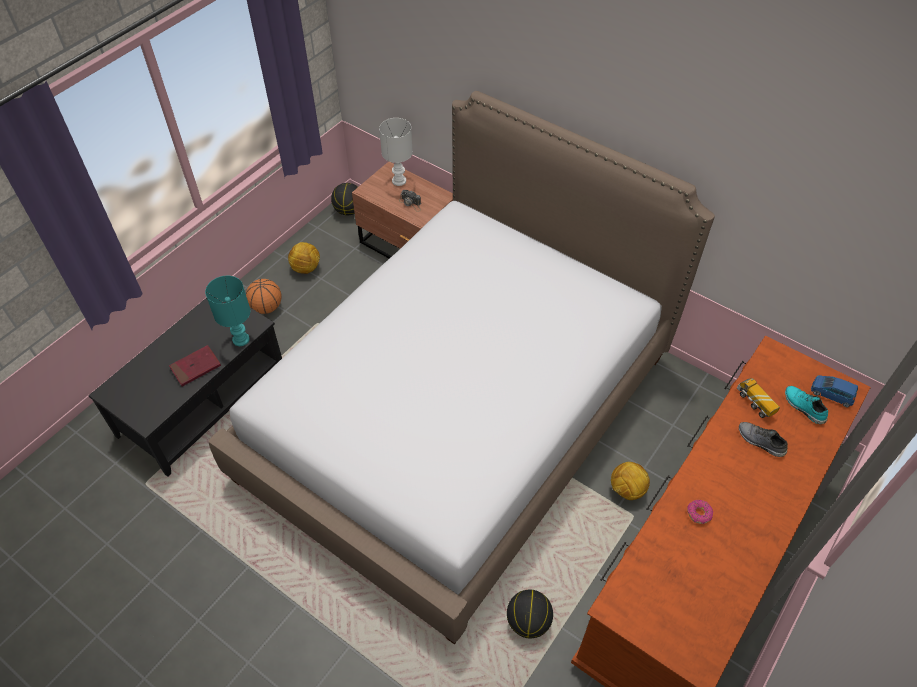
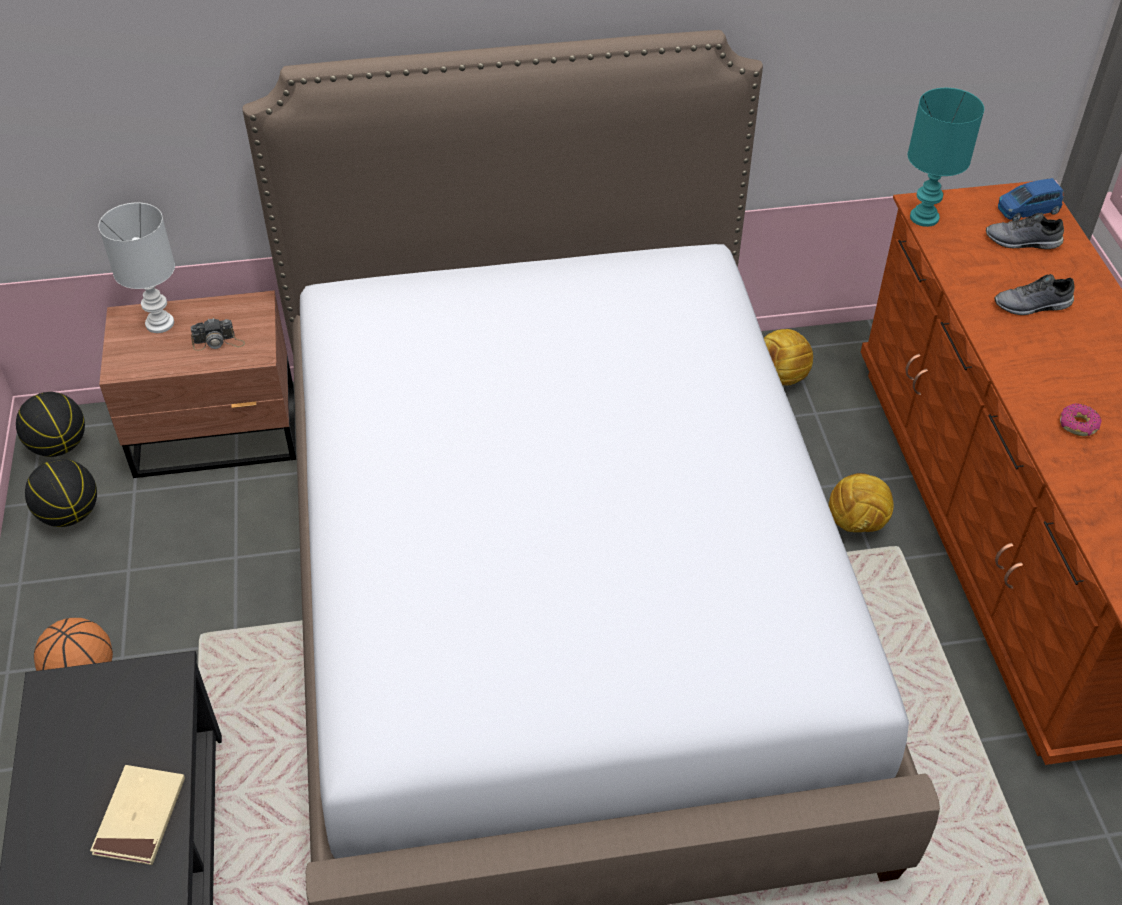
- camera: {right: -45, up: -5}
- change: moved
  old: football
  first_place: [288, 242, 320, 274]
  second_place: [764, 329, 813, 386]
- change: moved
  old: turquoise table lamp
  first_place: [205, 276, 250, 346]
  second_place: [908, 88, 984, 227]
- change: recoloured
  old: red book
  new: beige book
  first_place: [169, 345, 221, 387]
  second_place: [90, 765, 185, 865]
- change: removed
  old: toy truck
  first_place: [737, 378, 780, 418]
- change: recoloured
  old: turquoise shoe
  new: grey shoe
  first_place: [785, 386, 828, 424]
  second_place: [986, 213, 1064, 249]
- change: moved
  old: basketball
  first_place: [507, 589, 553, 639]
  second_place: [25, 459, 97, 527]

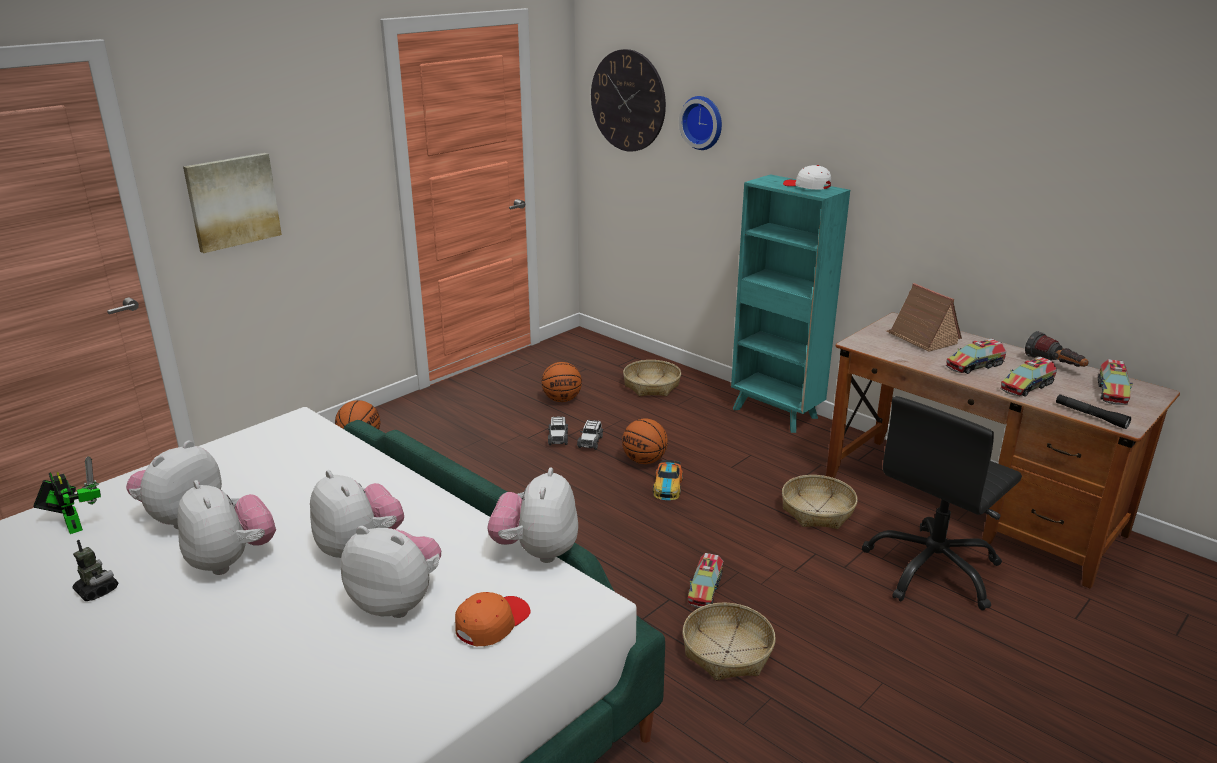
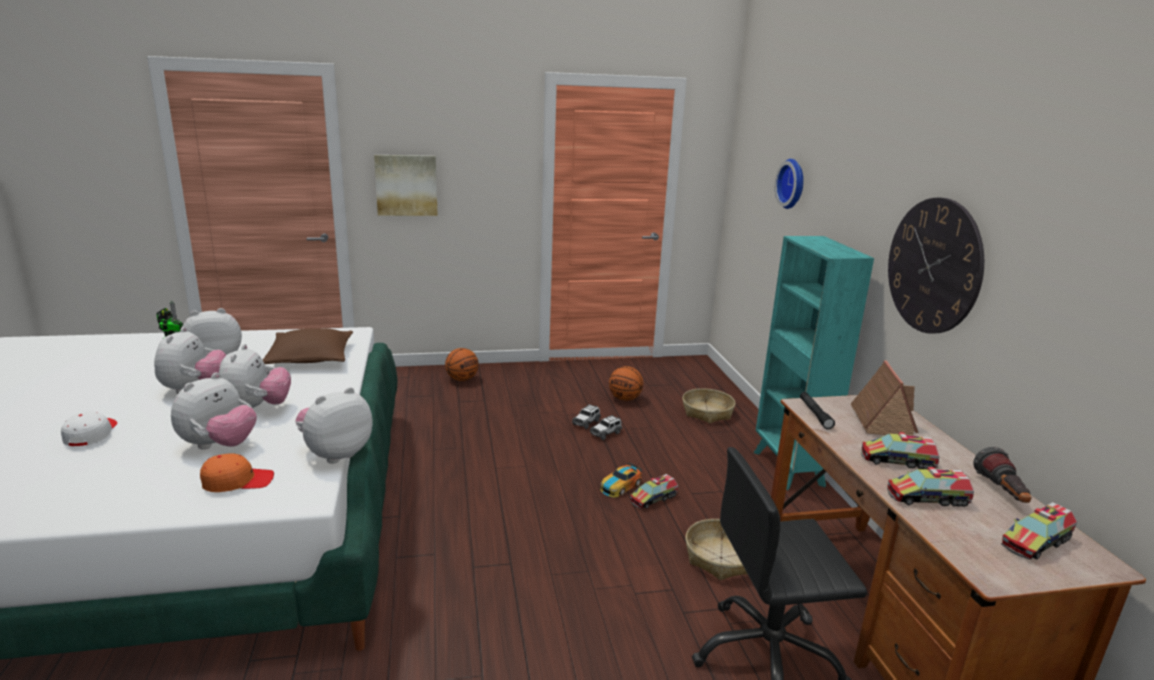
- camera: {right: 35, up: -5}
- change: moved
  old: wall clock
  first_place: [591, 49, 666, 152]
  second_place: [888, 198, 984, 334]
- change: moved
  old: white cap
  first_place: [783, 165, 831, 190]
  second_place: [61, 411, 117, 446]
- change: moved
  old: black flashlight
  first_place: [1056, 394, 1131, 429]
  second_place: [800, 392, 835, 429]
- change: removed
  old: basketball
  first_place: [622, 418, 668, 464]
- change: turned
  old: plush toy
  first_place: [341, 526, 441, 618]
  second_place: [171, 372, 257, 449]
  degrees: 60
- change: removed
  old: toy robot
  first_place: [72, 540, 118, 601]
- change: moved
  old: toy truck
  first_place: [688, 553, 723, 608]
  second_place: [630, 474, 678, 509]
- change: removed
  old: basket
  first_place: [682, 603, 776, 681]
- change: added
  new: brown pillow
  second_place: [263, 328, 353, 364]

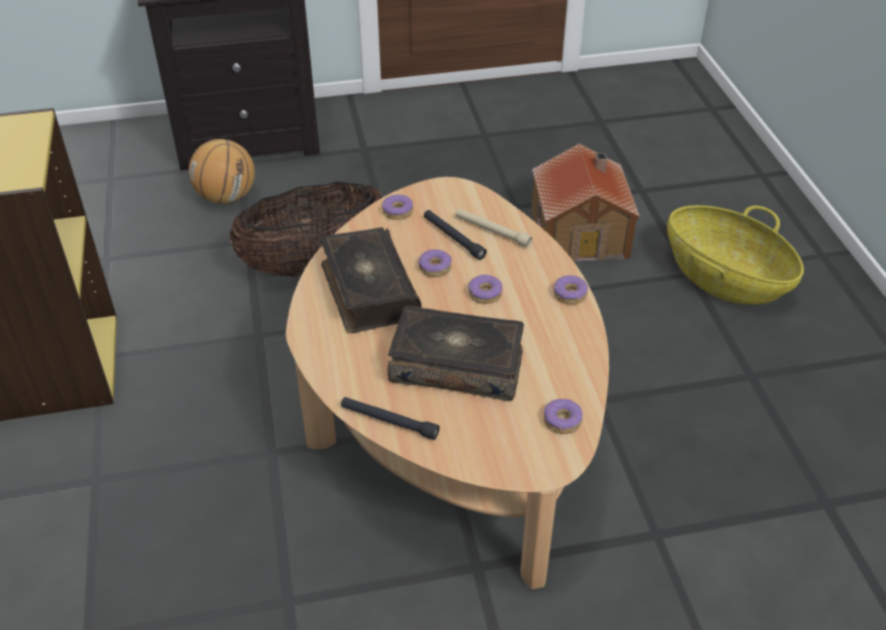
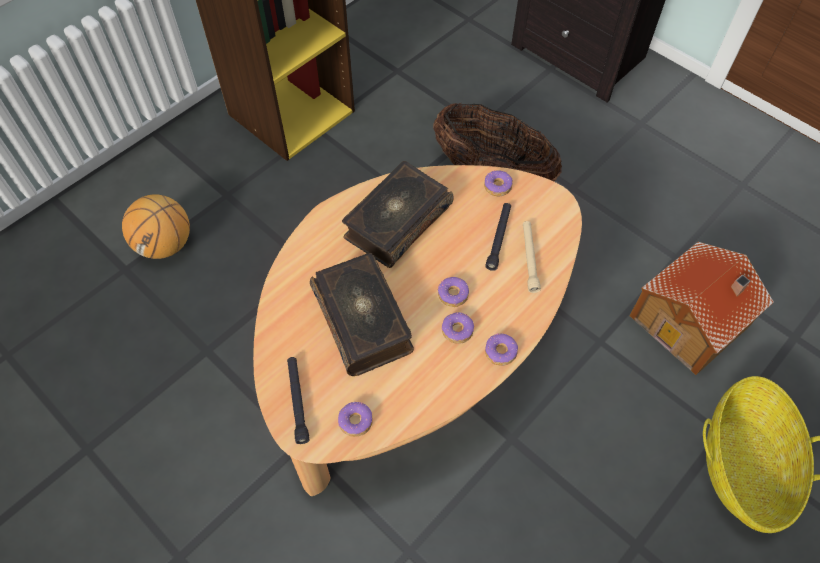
- camera: {right: 55, up: 15}
- change: moved
  old: basketball
  first_place: [189, 139, 255, 204]
  second_place: [122, 194, 190, 259]
- change: moved
  old: donut
  first_place: [419, 249, 452, 277]
  second_place: [441, 312, 474, 344]
- change: moved
  old: black flashlight
  first_place: [341, 397, 440, 440]
  second_place: [287, 357, 309, 444]

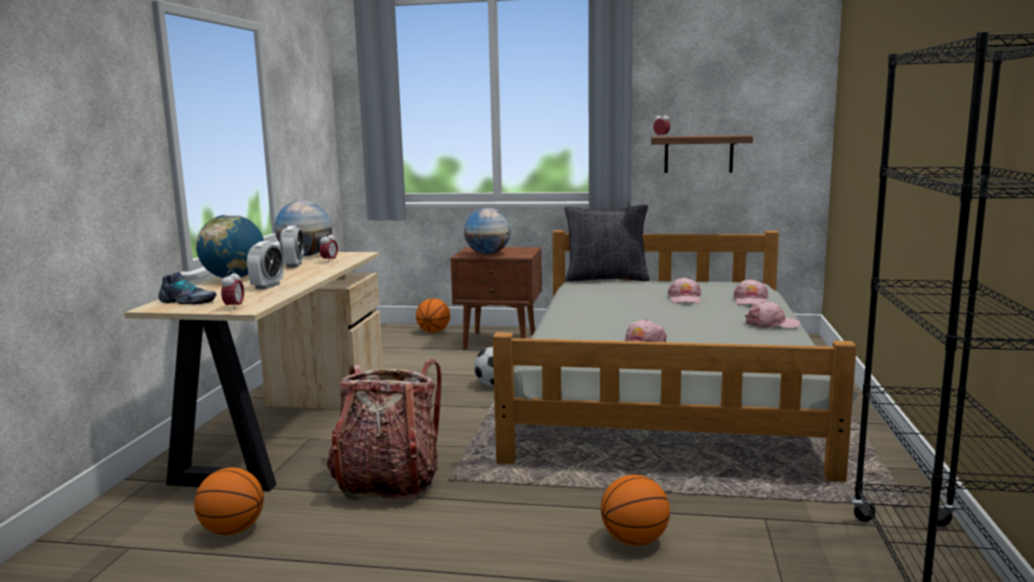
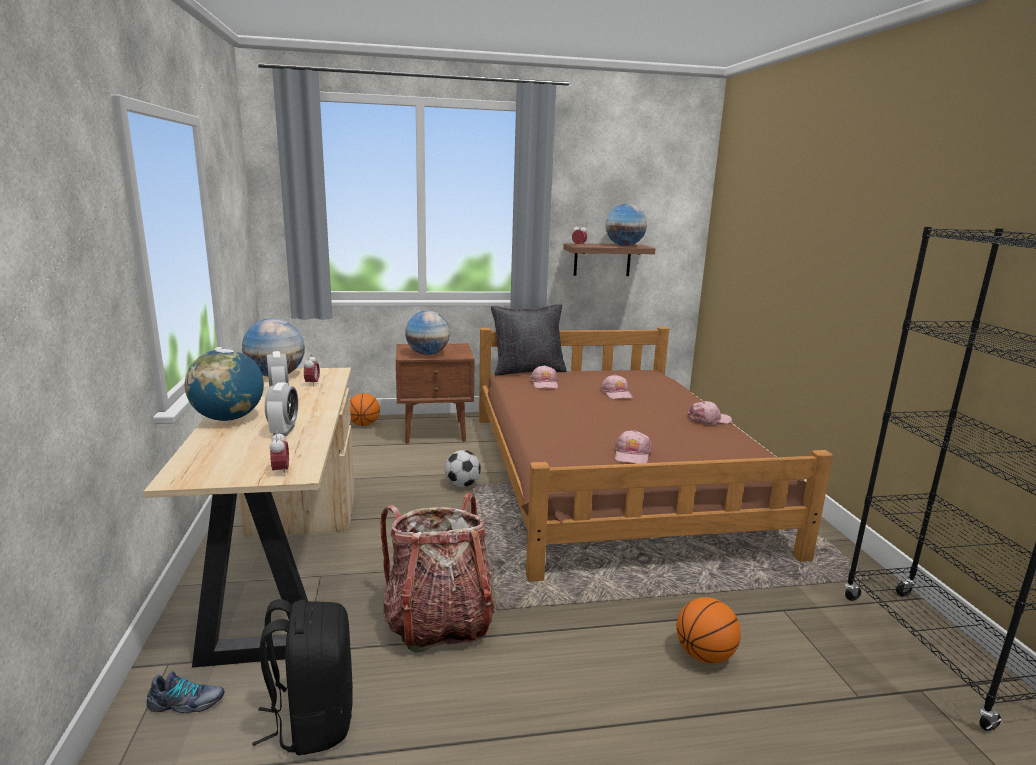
- camera: {right: -20, up: 5}
- change: recoloured
  old: grey bed
  new: brown bed
  first_place: [493, 230, 859, 482]
  second_place: [479, 327, 833, 582]
- change: moved
  old: shoe
  first_place: [159, 272, 217, 304]
  second_place: [147, 671, 225, 713]
- change: moved
  old: pink cap
  first_place: [733, 279, 768, 305]
  second_place: [530, 365, 558, 389]
- change: replaced
  old: basketball
  new: black backpack
  first_place: [194, 467, 264, 535]
  second_place: [252, 599, 353, 755]
- change: added
  new: globe
  second_place: [606, 203, 647, 246]

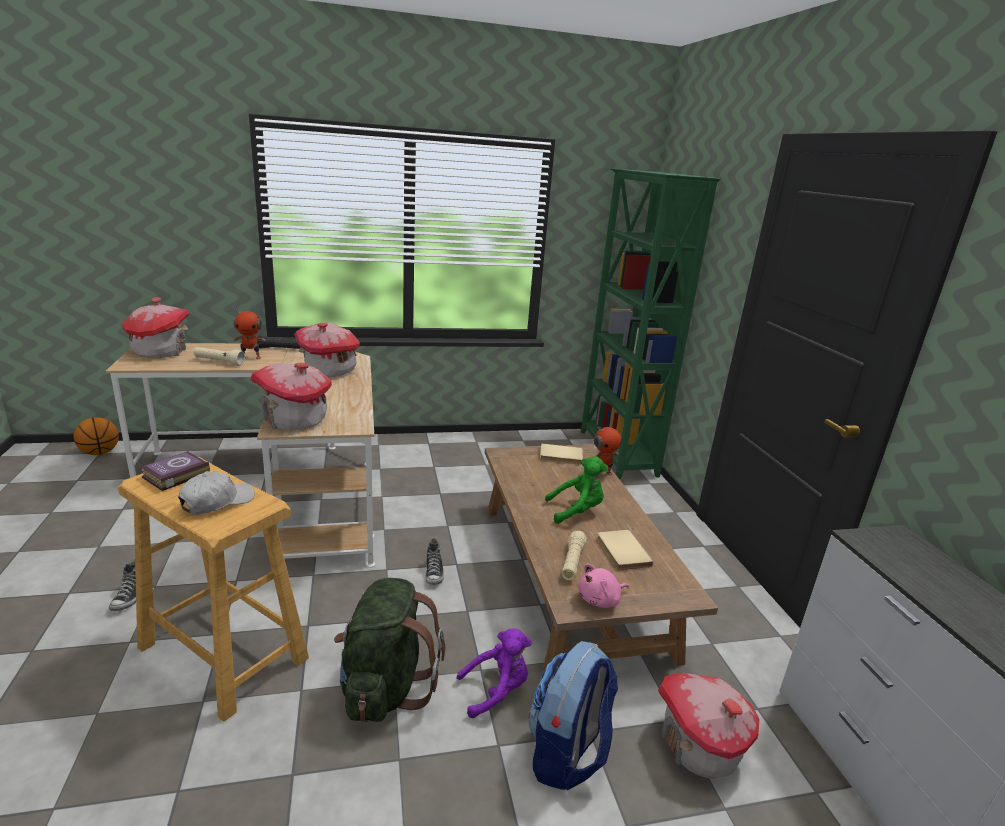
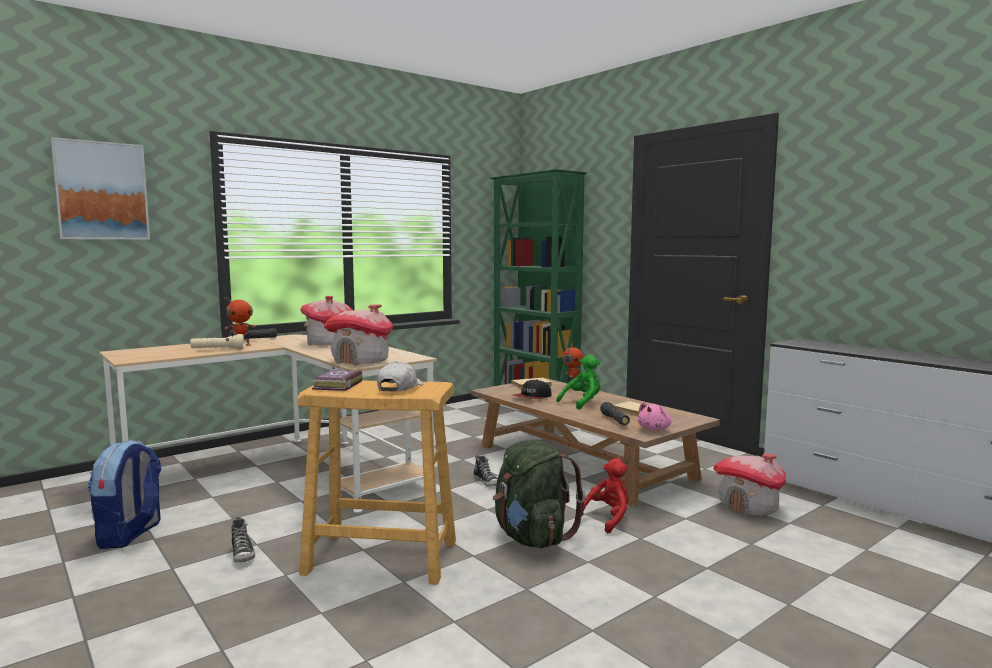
- camera: {right: -25, up: -15}
- change: removed
  old: toy house
  first_place: [122, 297, 189, 358]
- change: removed
  old: basketball
  first_place: [74, 417, 119, 455]
- change: recoloured
  old: beige flashlight
  new: black flashlight
  first_place: [562, 531, 587, 580]
  second_place: [600, 402, 630, 426]
- change: recoloured
  old: purple plush toy
  new: red plush toy
  first_place: [457, 628, 532, 718]
  second_place: [584, 458, 629, 533]
- change: moved
  old: backpack
  first_place: [529, 641, 618, 790]
  second_place: [87, 440, 162, 549]
- change: added
  new: picture
  second_place: [50, 137, 150, 239]
- change: added
  new: cap
  second_place: [513, 380, 552, 399]

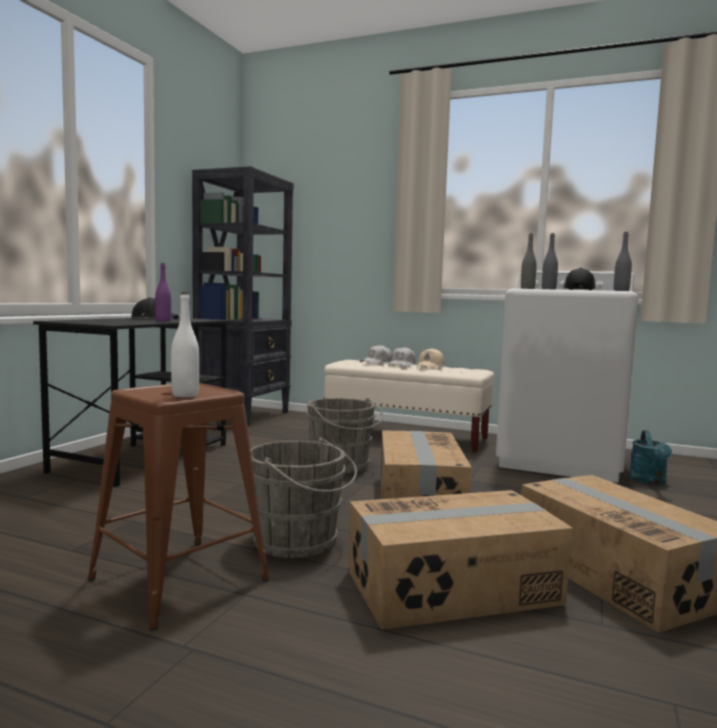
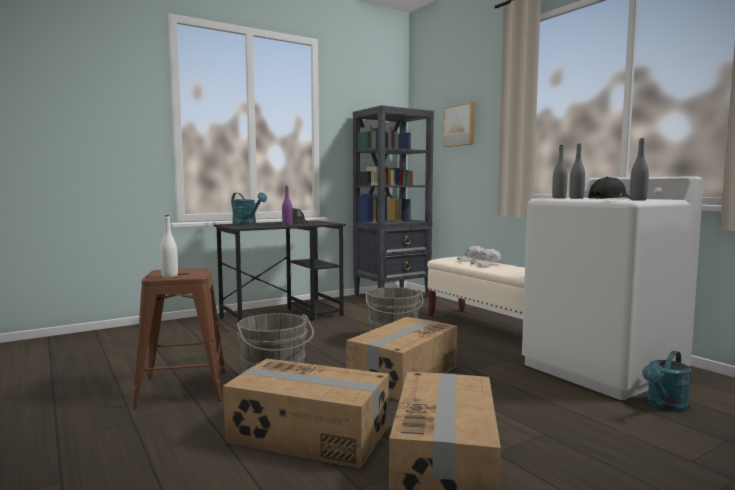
- camera: {right: 35, up: 0}
- change: removed
  old: beige cap
  first_place: [417, 348, 445, 369]
- change: added
  new: picture
  second_place: [443, 102, 475, 147]
- change: added
  new: turquoise watering can
  second_place: [231, 193, 267, 225]

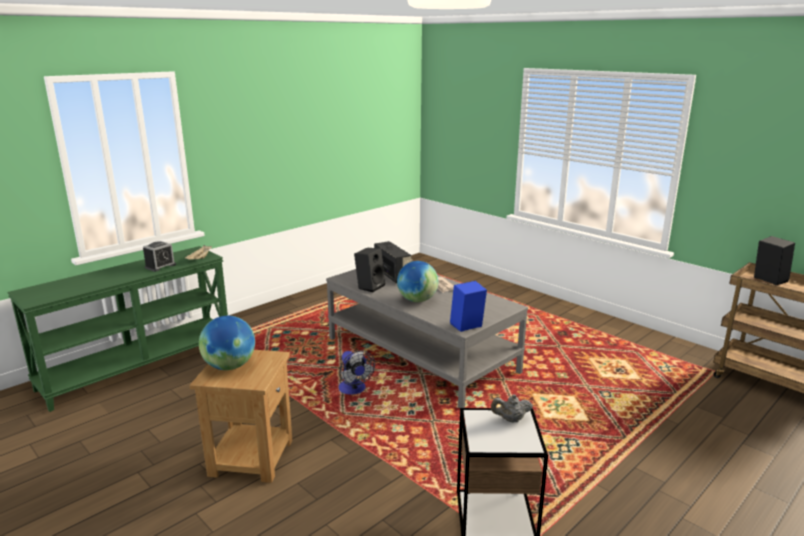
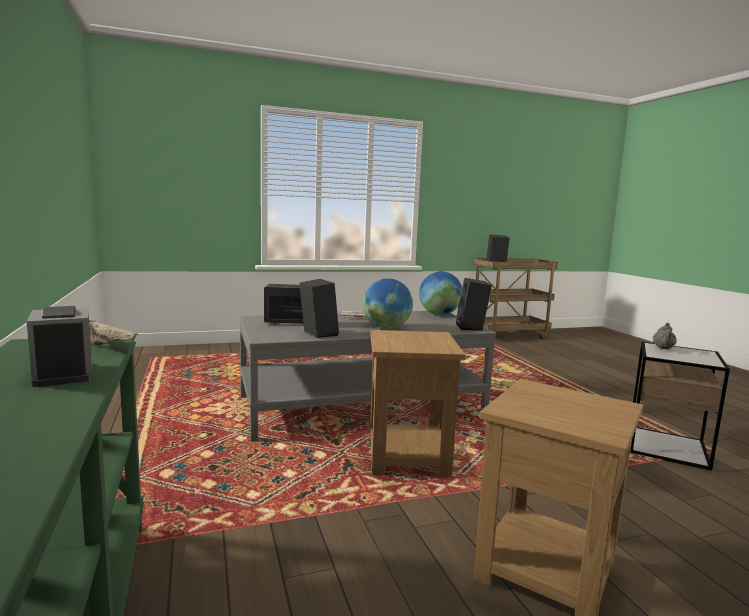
- camera: {right: -65, up: -10}
- change: recoloured
  old: blue speaker
  new: black speaker
  first_place: [450, 281, 487, 332]
  second_place: [456, 278, 492, 331]
- change: moved
  old: globe
  first_place: [199, 316, 255, 370]
  second_place: [419, 272, 462, 315]
- change: replaced
  old: fan
  new: brown side table
  first_place: [339, 350, 375, 395]
  second_place: [370, 330, 465, 477]

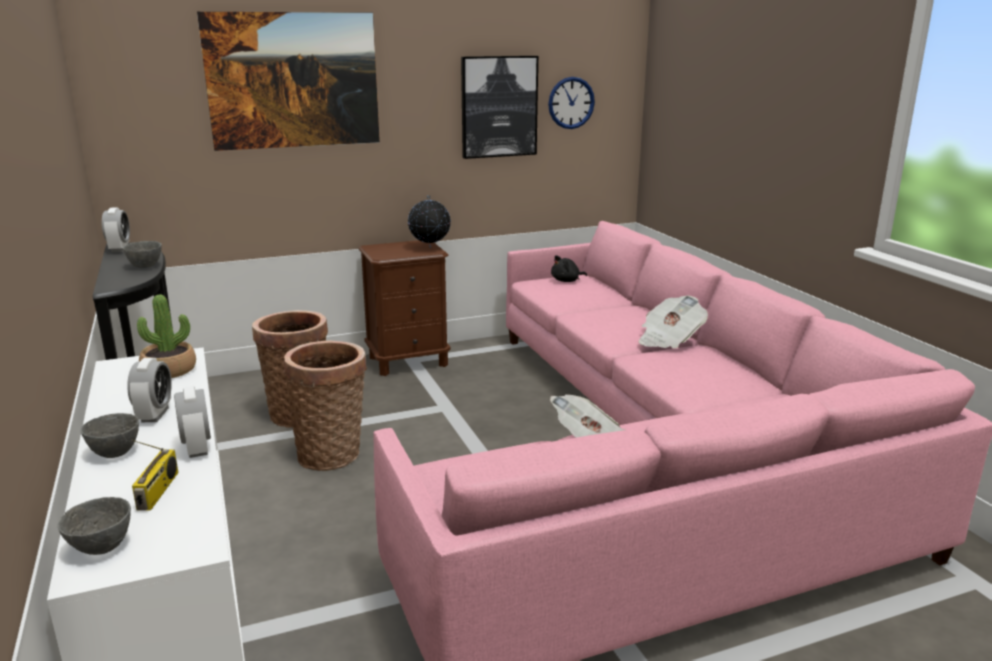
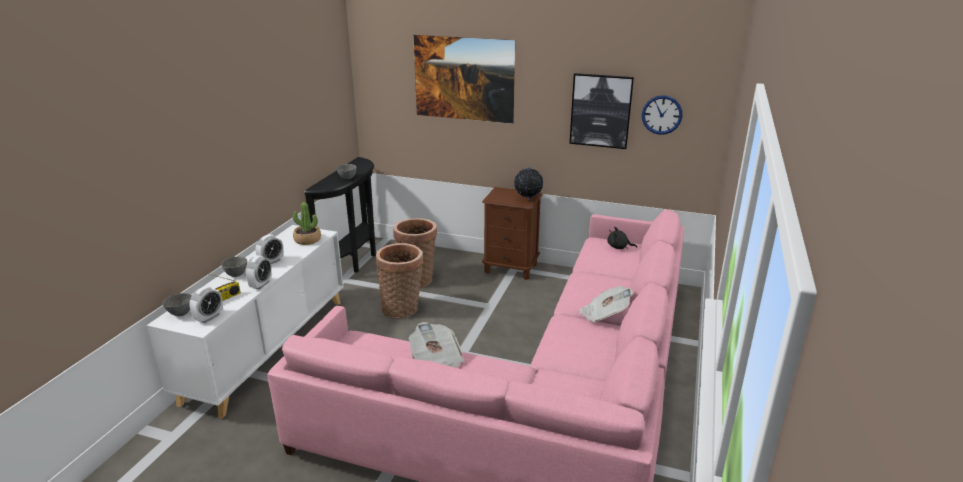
- camera: {right: 40, up: 5}
- change: moved
  old: alarm clock
  first_place: [102, 207, 130, 252]
  second_place: [189, 286, 223, 323]

